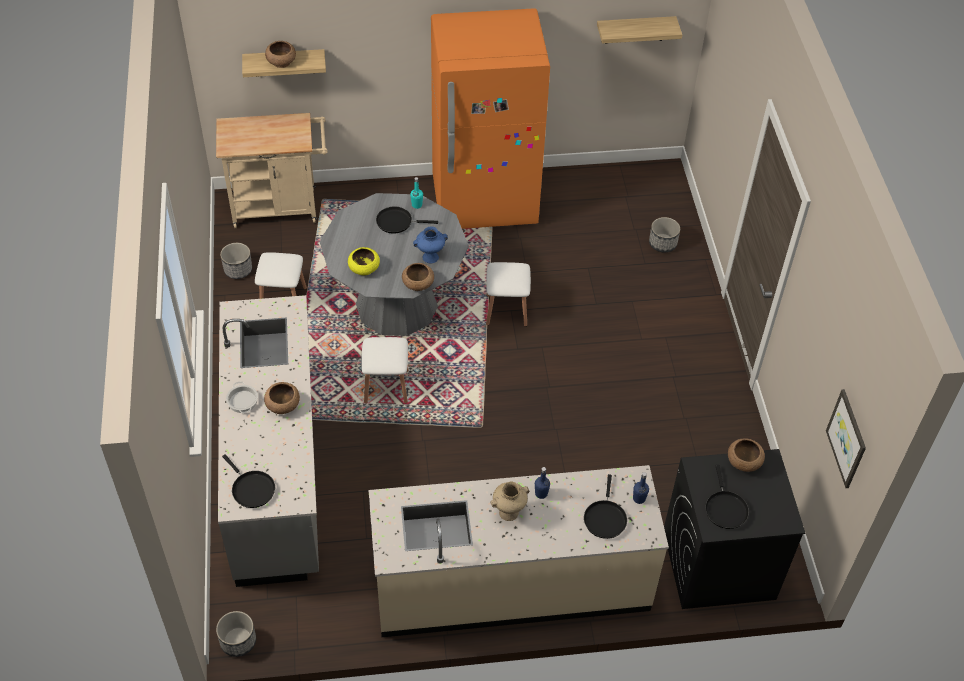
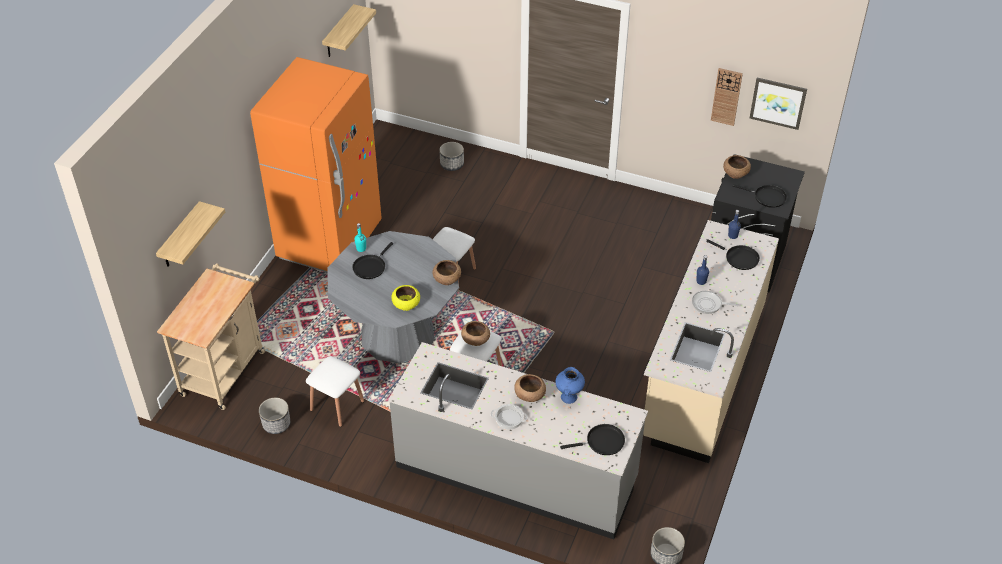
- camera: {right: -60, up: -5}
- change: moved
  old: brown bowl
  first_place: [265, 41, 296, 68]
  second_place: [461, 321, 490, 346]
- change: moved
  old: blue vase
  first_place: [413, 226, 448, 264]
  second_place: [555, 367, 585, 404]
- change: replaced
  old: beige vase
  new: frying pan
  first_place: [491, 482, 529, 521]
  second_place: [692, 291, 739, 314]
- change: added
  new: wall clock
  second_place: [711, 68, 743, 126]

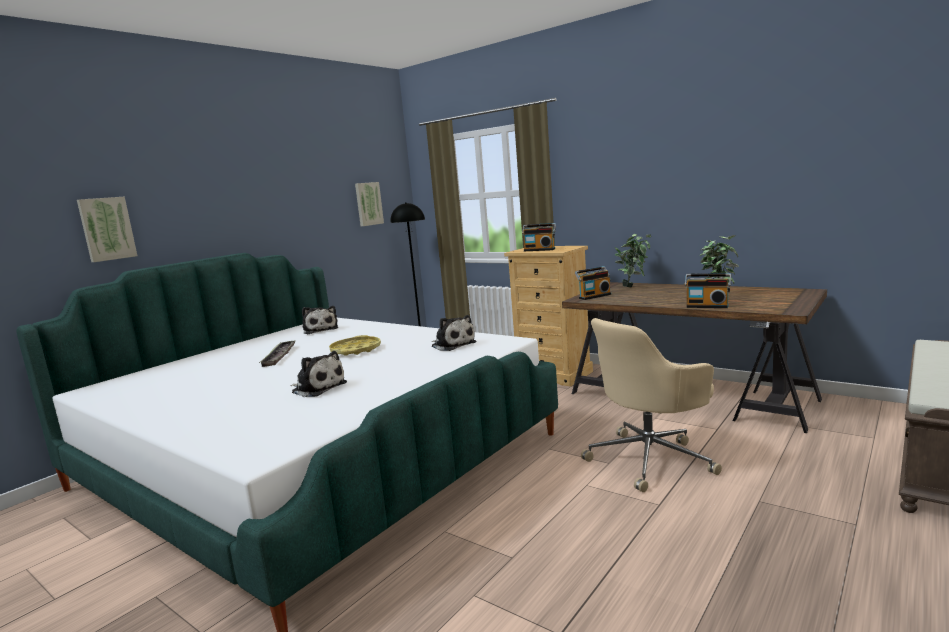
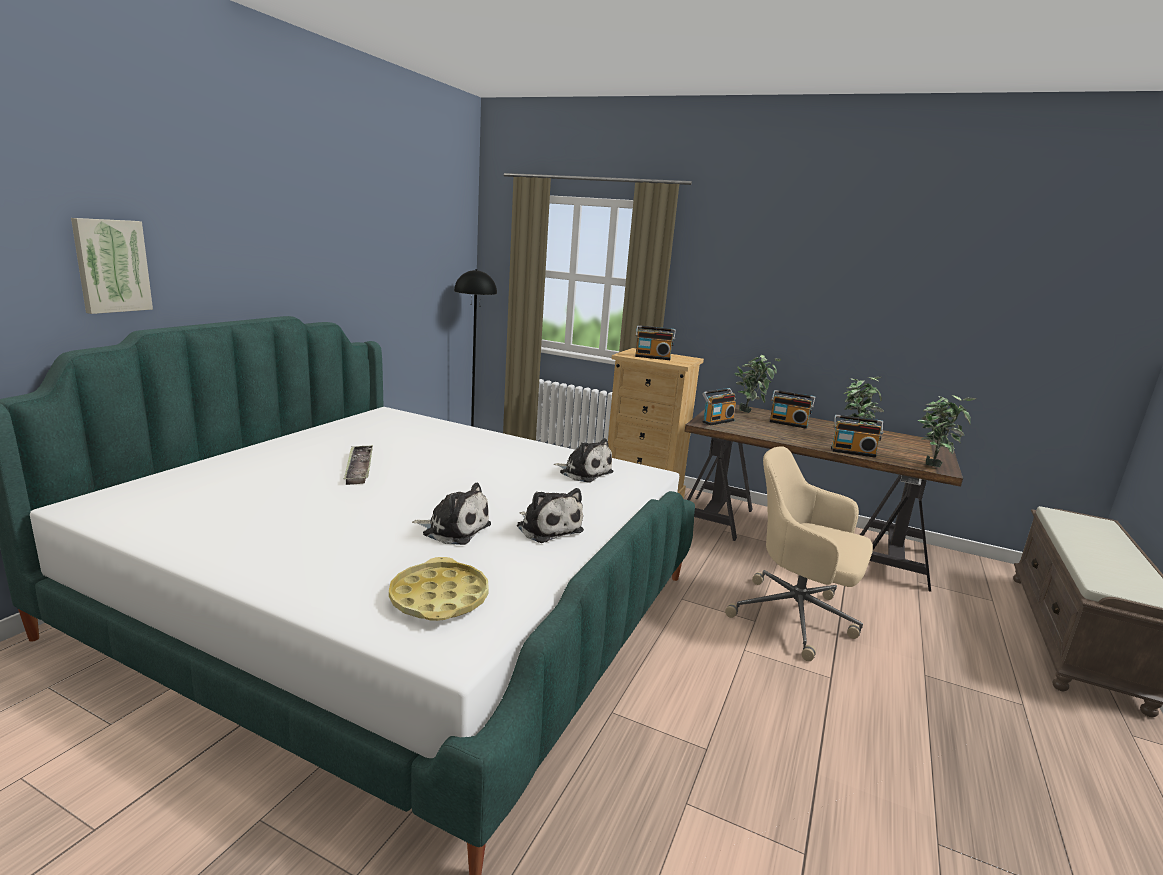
- camera: {right: -15, up: 5}
- change: removed
  old: picture
  first_place: [355, 182, 384, 226]
- change: moved
  old: plush toy
  first_place: [302, 306, 338, 334]
  second_place: [517, 488, 584, 543]
- change: turned
  old: beige office chair
  first_place: [581, 318, 722, 492]
  second_place: [725, 446, 873, 661]
  degrees: 75
- change: moved
  old: yellow tray
  first_place: [329, 335, 381, 356]
  second_place: [389, 557, 489, 621]
- change: added
  new: radio
  second_place: [769, 390, 815, 429]
- change: added
  new: potted plant
  second_place: [918, 395, 977, 467]

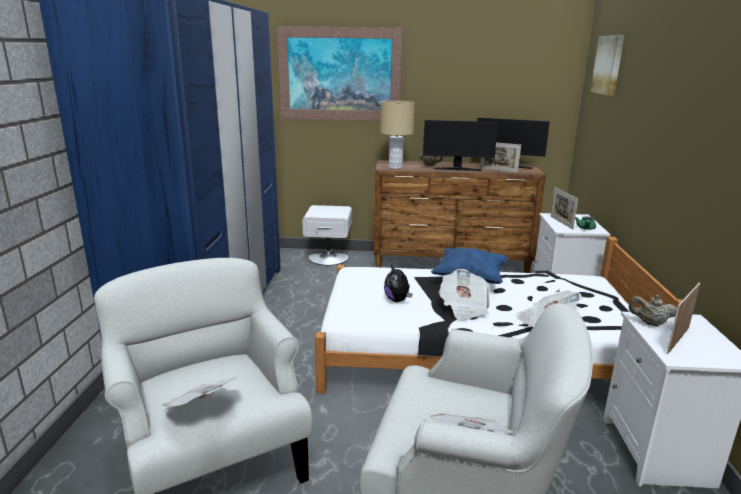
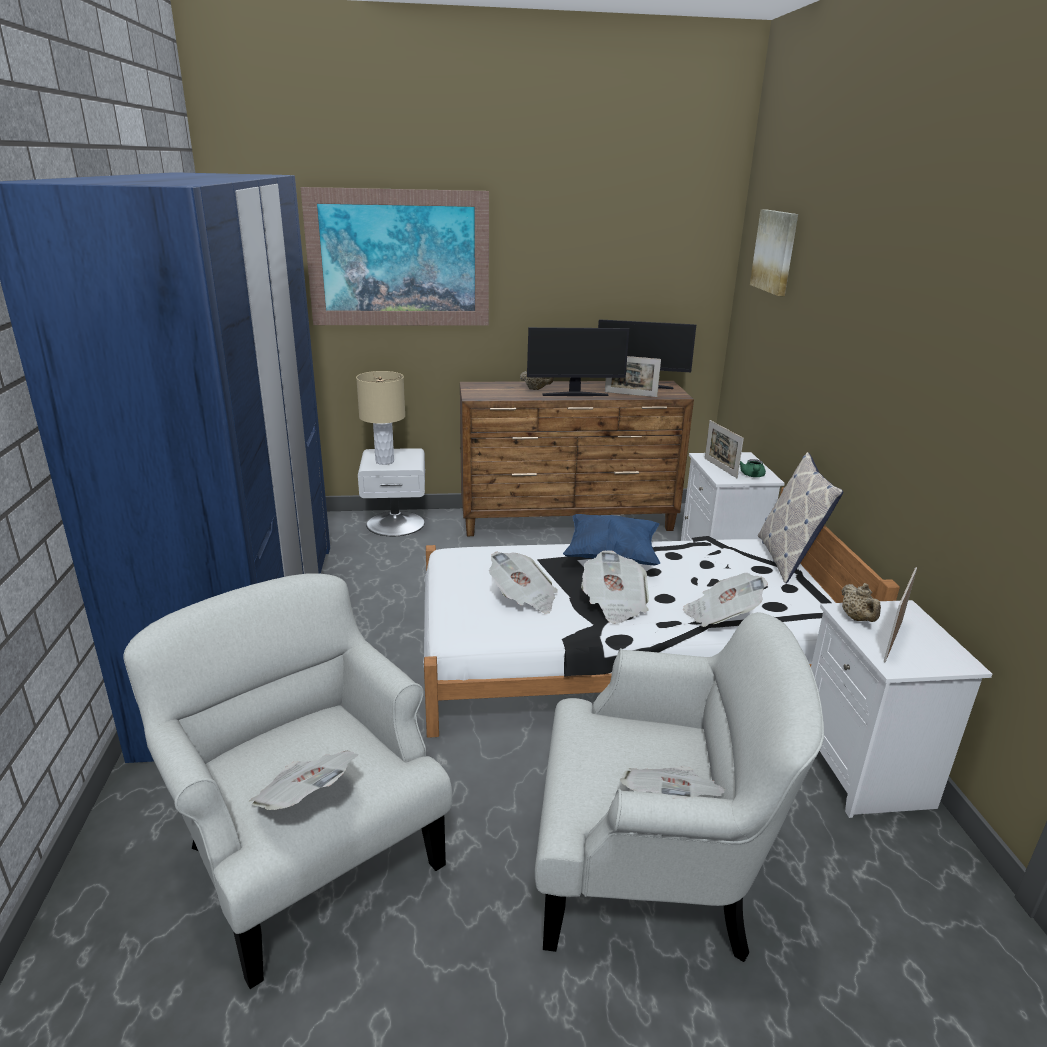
- camera: {right: -10, up: 5}
- change: moved
  old: beige table lamp
  first_place: [380, 101, 415, 169]
  second_place: [356, 371, 405, 465]
- change: replaced
  old: plush toy
  new: newspaper
  first_place: [384, 264, 412, 302]
  second_place: [489, 552, 558, 614]
- change: turned
  old: beige teapot
  first_place: [629, 295, 677, 327]
  second_place: [842, 583, 881, 622]
  degrees: -105
- change: added
  new: pillow
  second_place: [758, 452, 843, 584]

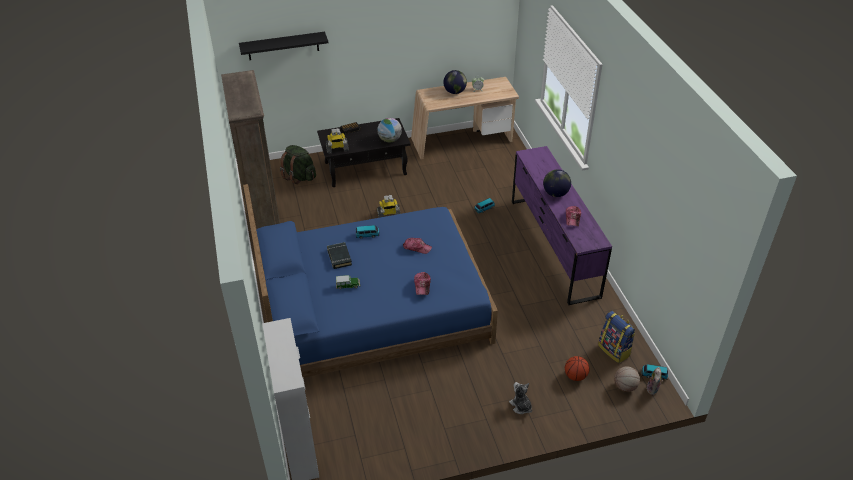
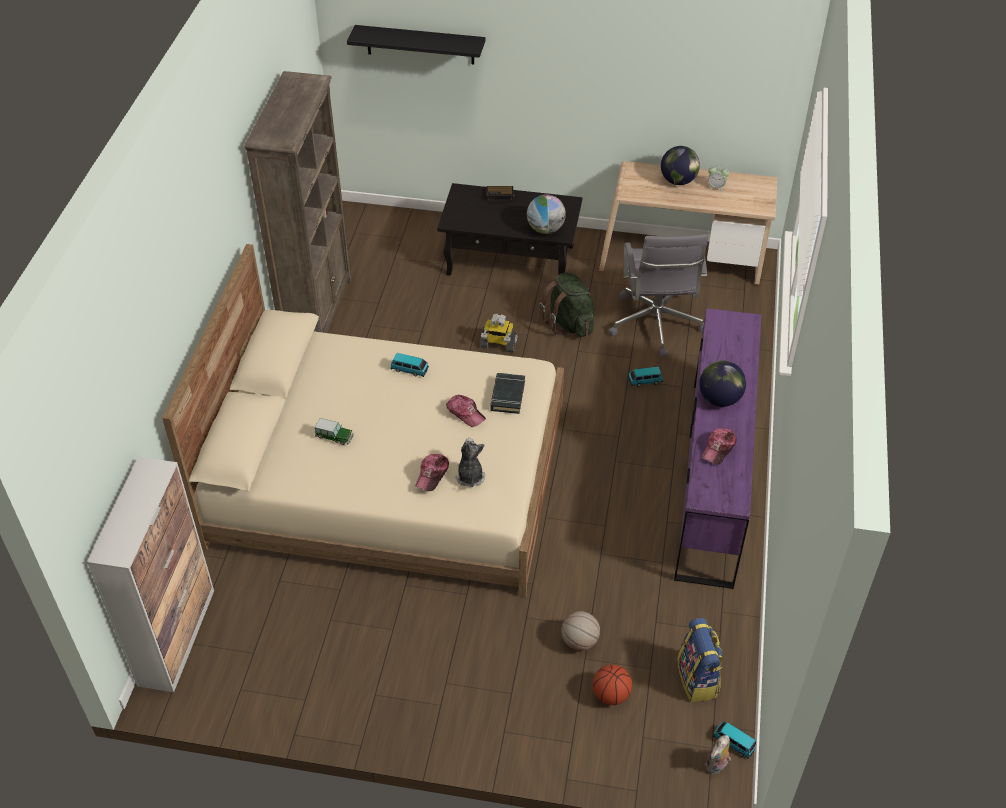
- camera: {right: 25, up: 5}
- change: removed
  old: toy robot
  first_place: [326, 128, 349, 154]
- change: moved
  old: green backpack
  first_place: [280, 145, 316, 184]
  second_place: [539, 272, 594, 337]
- change: recoloured
  old: blue bed
  new: beige bed
  first_place: [243, 184, 498, 378]
  second_place: [162, 244, 564, 597]
- change: moved
  old: black book
  first_place: [327, 242, 352, 269]
  second_place: [490, 373, 525, 414]
- change: moved
  old: basketball
  first_place: [614, 366, 640, 392]
  second_place: [561, 611, 600, 651]
- change: moved
  old: plush toy
  first_place: [509, 382, 532, 414]
  second_place: [455, 438, 485, 487]
- change: added
  new: grey office chair
  second_place: [609, 234, 708, 357]

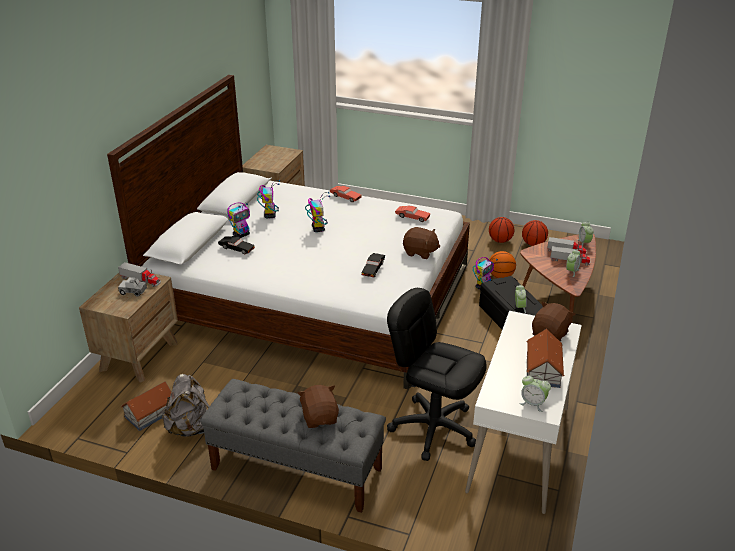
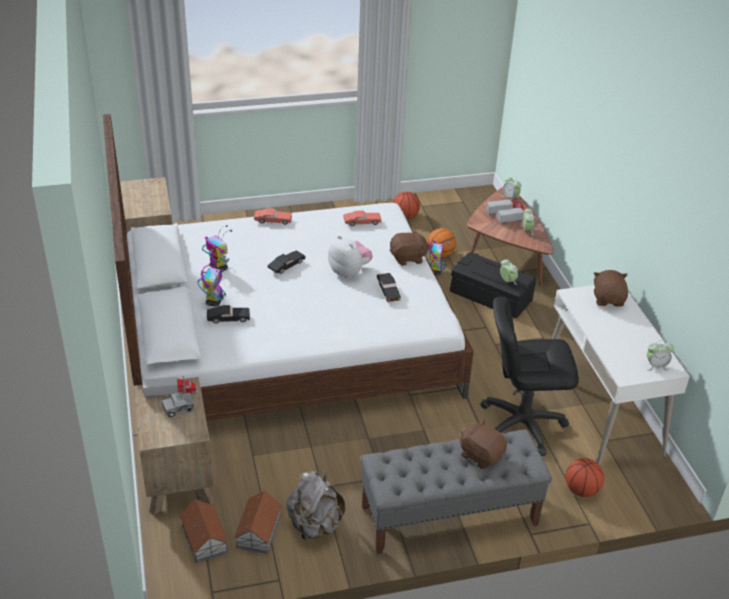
- camera: {right: -35, up: 5}
- change: replaced
  old: toy robot
  new: black toy car
  first_place: [305, 192, 330, 232]
  second_place: [267, 250, 306, 274]
- change: moved
  old: basketball
  first_place: [522, 220, 548, 246]
  second_place: [565, 458, 604, 497]
- change: moved
  old: toy house
  first_place: [526, 329, 565, 388]
  second_place: [179, 499, 229, 563]
- change: added
  new: plush toy
  second_place: [328, 235, 373, 279]

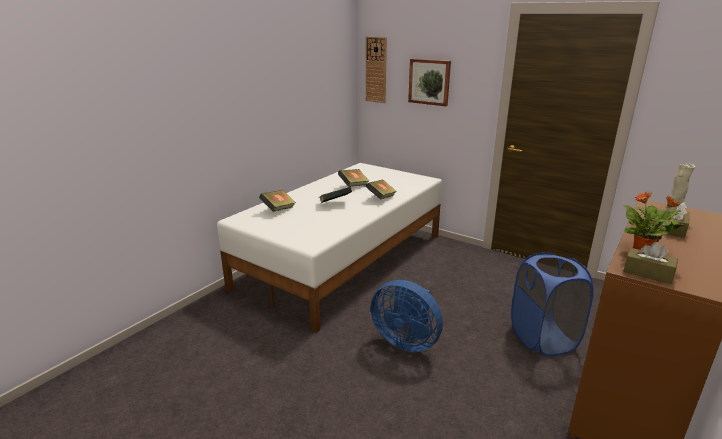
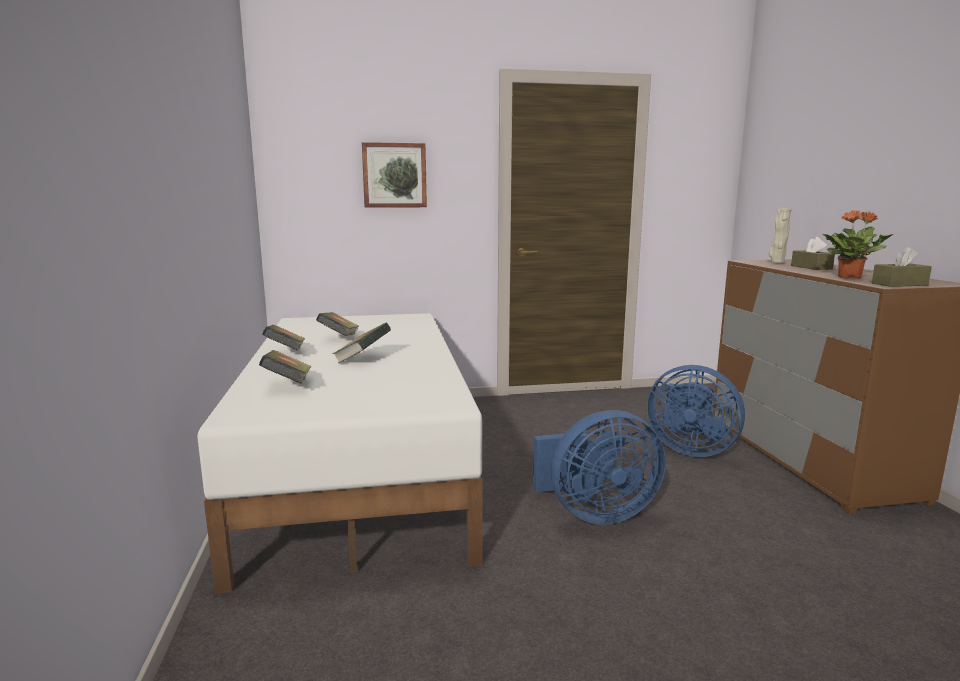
- camera: {right: -45, up: -10}
- change: removed
  old: wall clock
  first_place: [366, 37, 387, 103]
- change: moved
  old: book
  first_place: [366, 180, 397, 199]
  second_place: [262, 325, 305, 350]
- change: replaced
  old: blue laundry basket
  new: blue fan
  first_place: [511, 252, 594, 356]
  second_place: [647, 365, 745, 457]

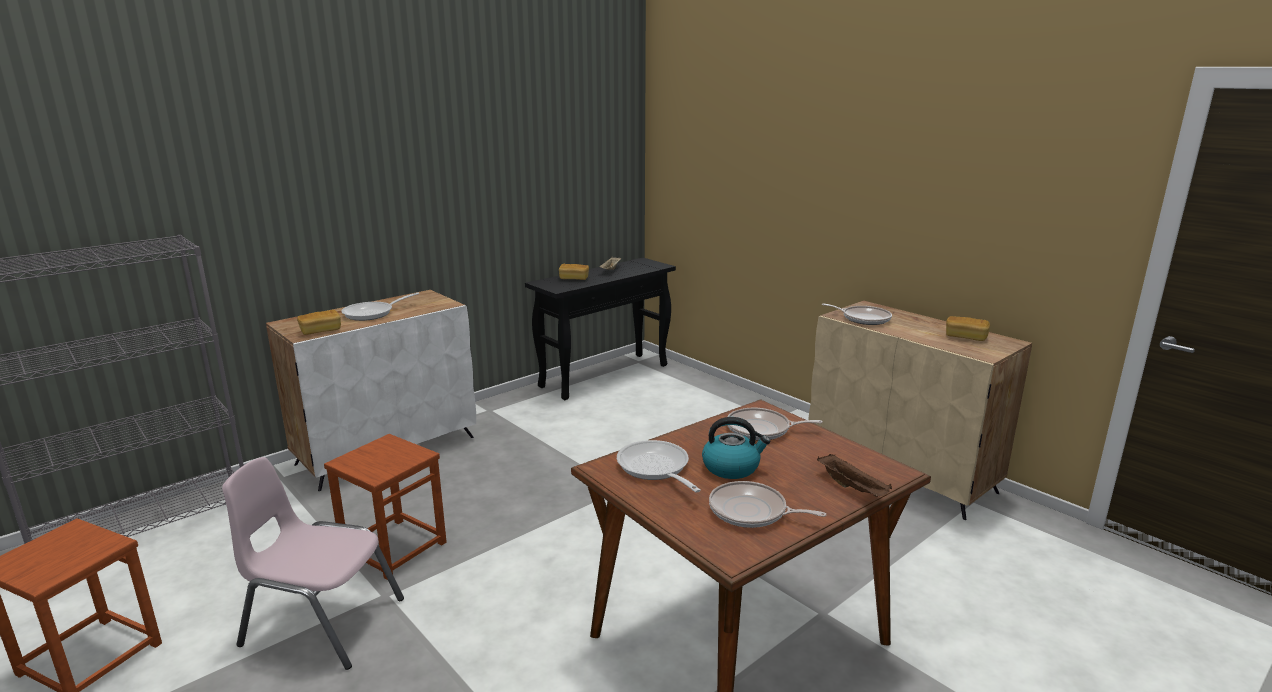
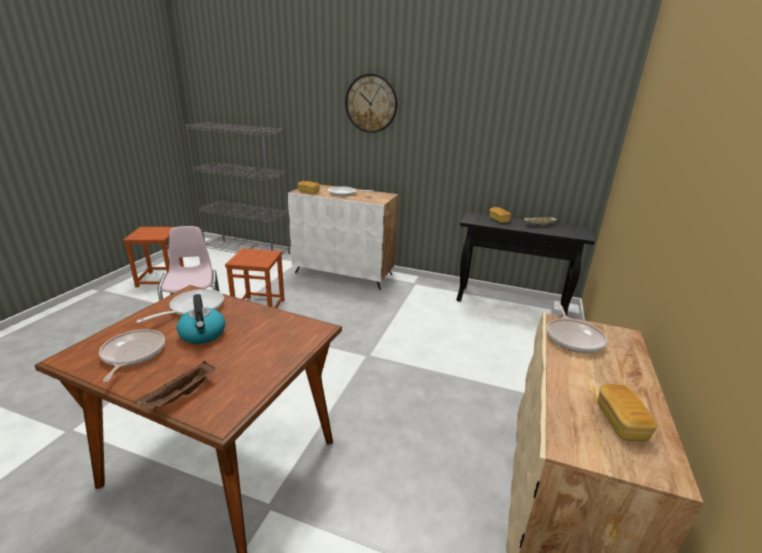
- camera: {right: 60, up: 5}
- change: removed
  old: frying pan
  first_place: [727, 408, 823, 441]
- change: added
  new: wall clock
  second_place: [345, 74, 398, 133]

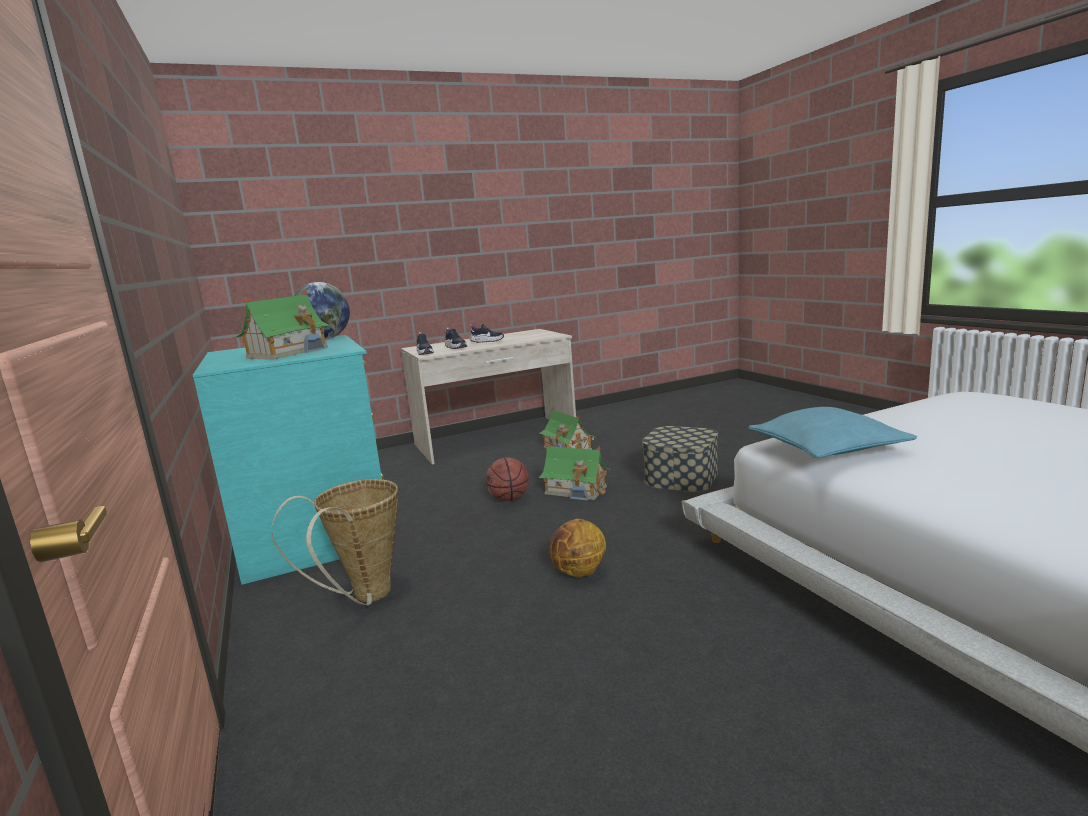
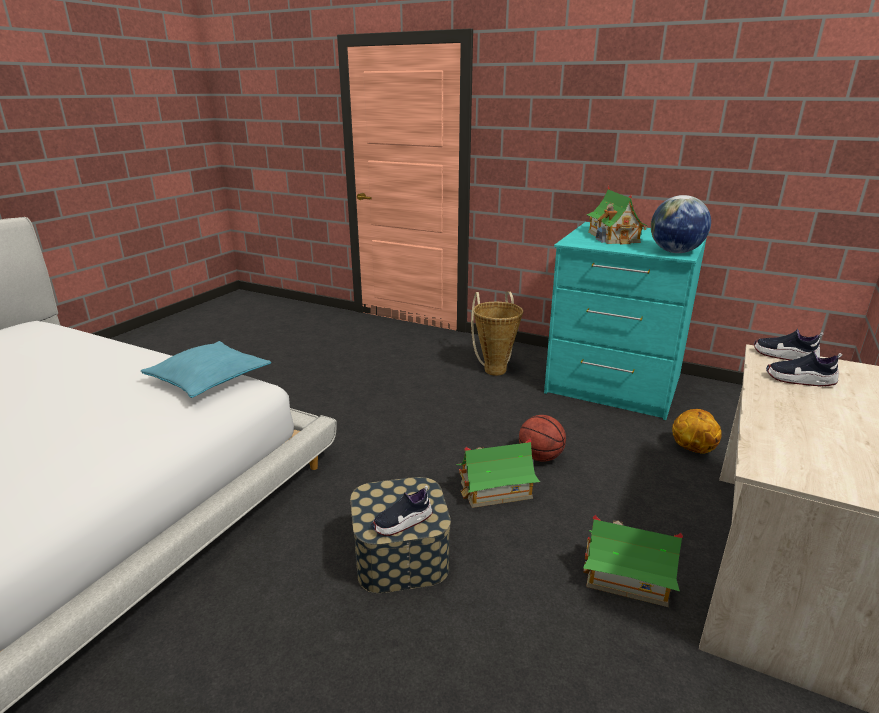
- camera: {right: 140, up: 10}
- change: moved
  old: shoe
  first_place: [470, 324, 504, 343]
  second_place: [371, 485, 432, 536]
- change: moved
  old: basketball
  first_place: [550, 519, 606, 577]
  second_place: [672, 409, 722, 454]

